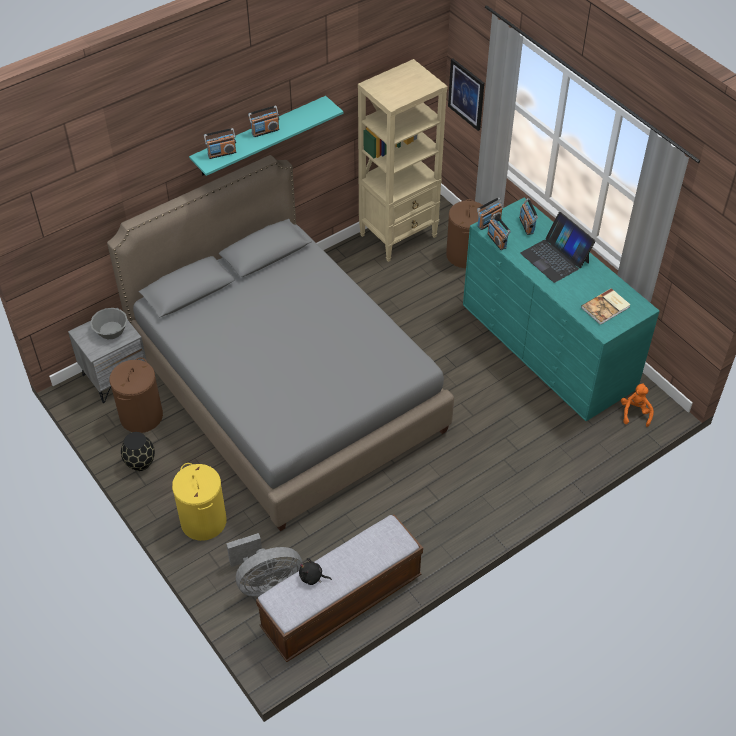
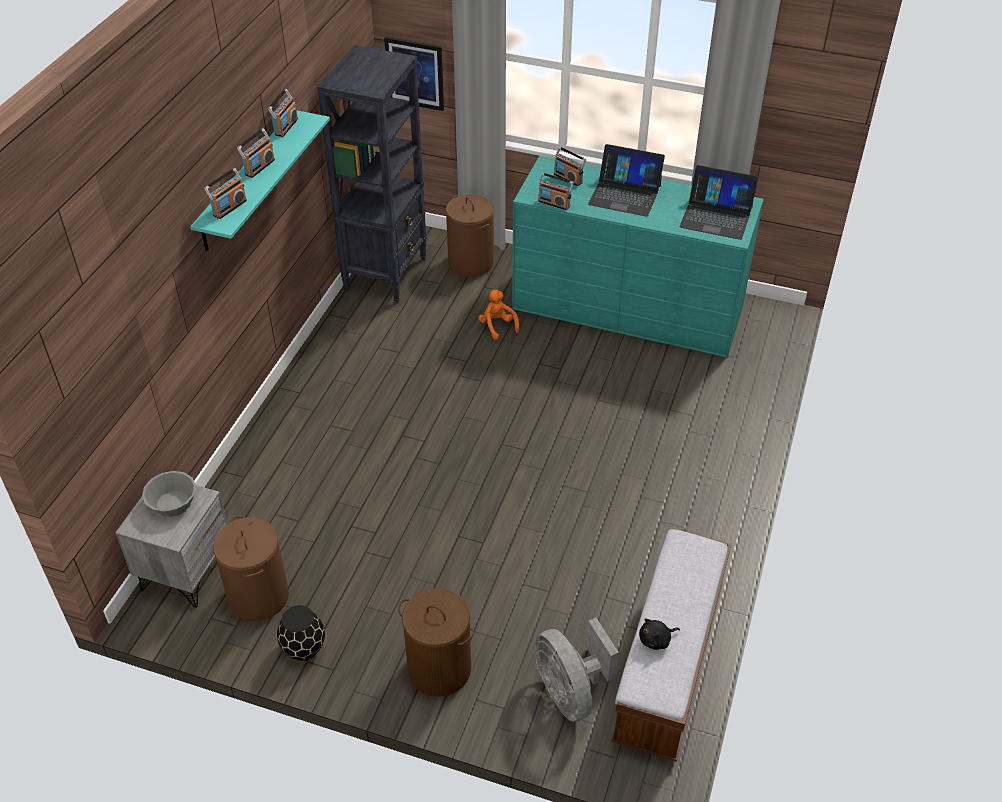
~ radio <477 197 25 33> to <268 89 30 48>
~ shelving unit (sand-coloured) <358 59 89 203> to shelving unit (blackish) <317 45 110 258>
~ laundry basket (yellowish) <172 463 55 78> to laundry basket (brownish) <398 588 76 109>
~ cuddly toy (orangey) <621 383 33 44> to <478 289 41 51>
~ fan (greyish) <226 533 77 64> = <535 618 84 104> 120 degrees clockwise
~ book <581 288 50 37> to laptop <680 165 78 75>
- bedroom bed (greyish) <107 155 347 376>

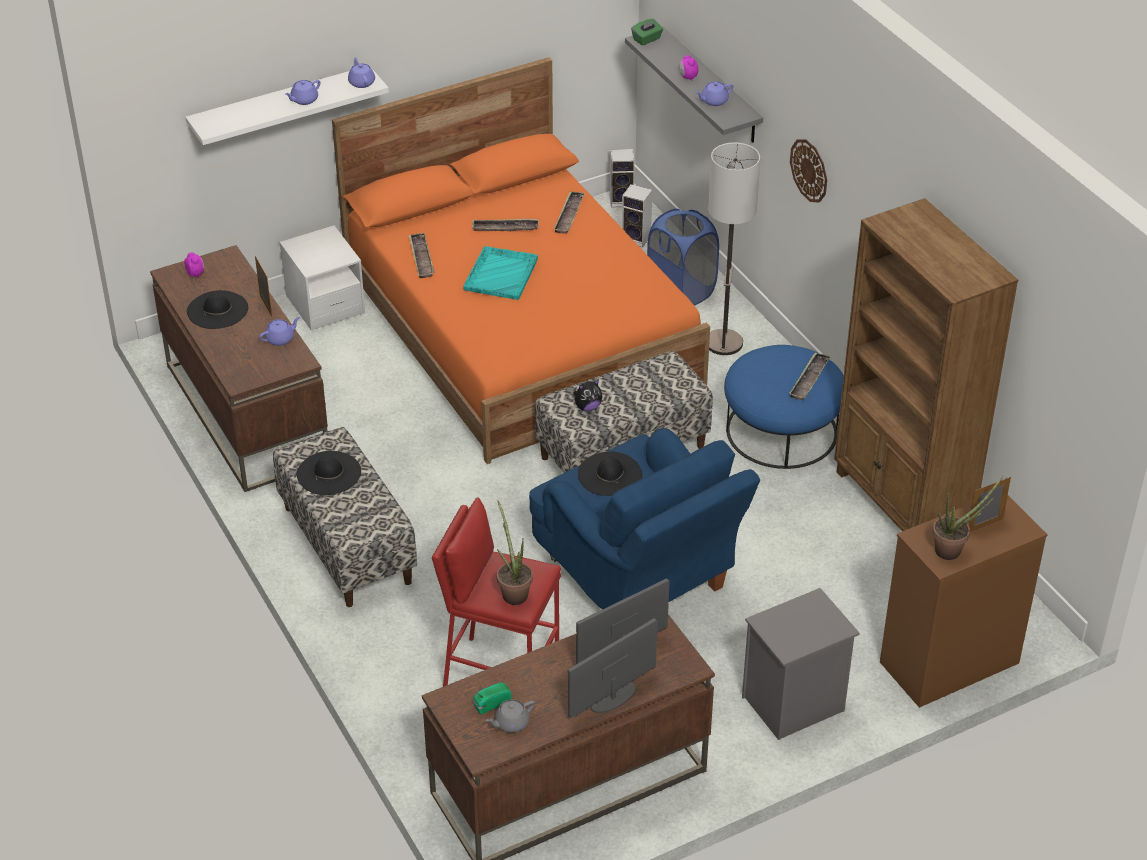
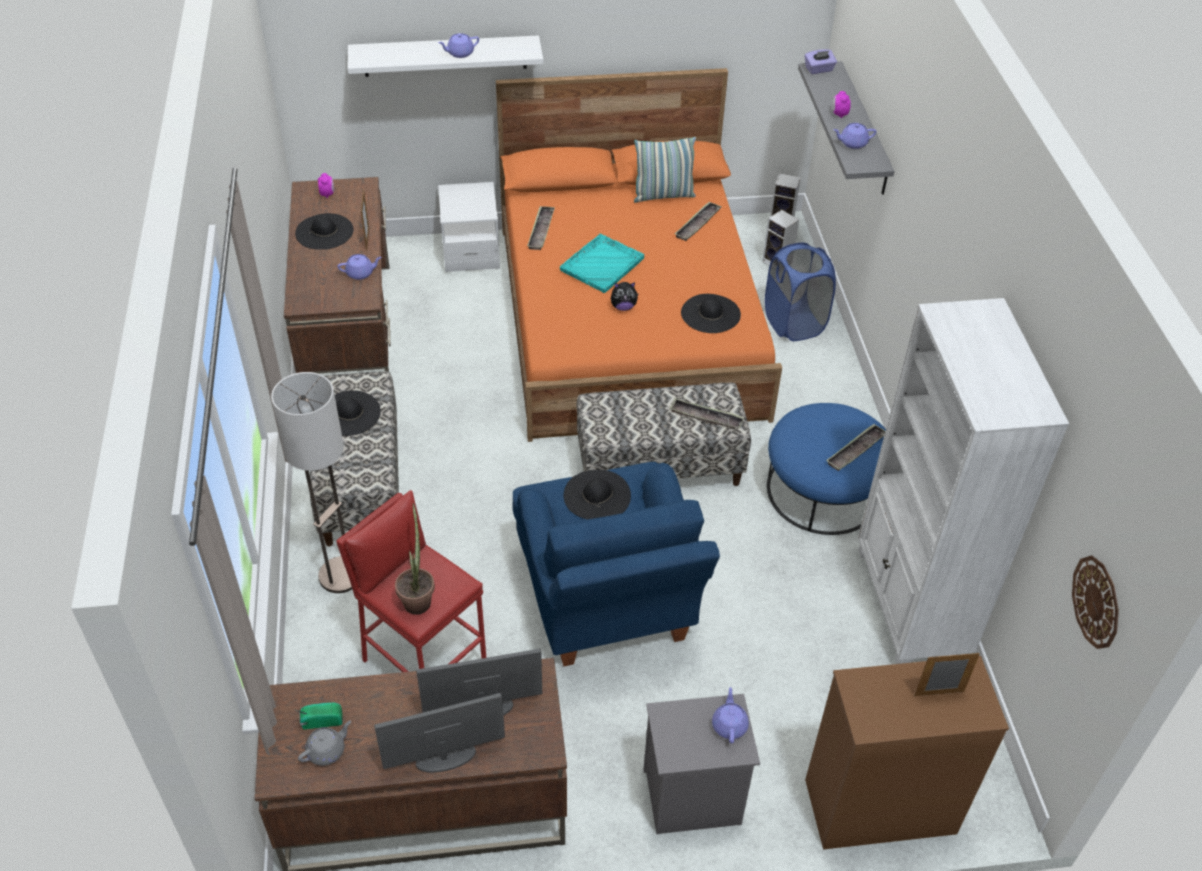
~ floor lamp <708 142 52 213> to <271 372 81 221>
~ tea pot (greyish) <486 699 49 34> = <298 721 53 45> 150 degrees clockwise
~ cuddly toy <574 379 28 32> to <611 282 28 29>
+ throw pillow <634 137 62 66>
~ serving tray <472 219 67 12> to <669 398 75 31>
+ wearable hat (blackish) <681 294 60 39>
~ tea pot (purple) <348 57 27 31> to <712 687 37 56>
~ tissue box (greenish) <631 19 32 26> to tissue box (purple) <805 49 32 25>
~ shelving unit (brownish) <834 198 184 333> to shelving unit (white-coloured) <858 298 211 366>
~ hanging clock <790 139 37 63> to <1072 556 47 93>
- houseplant <932 476 71 84>

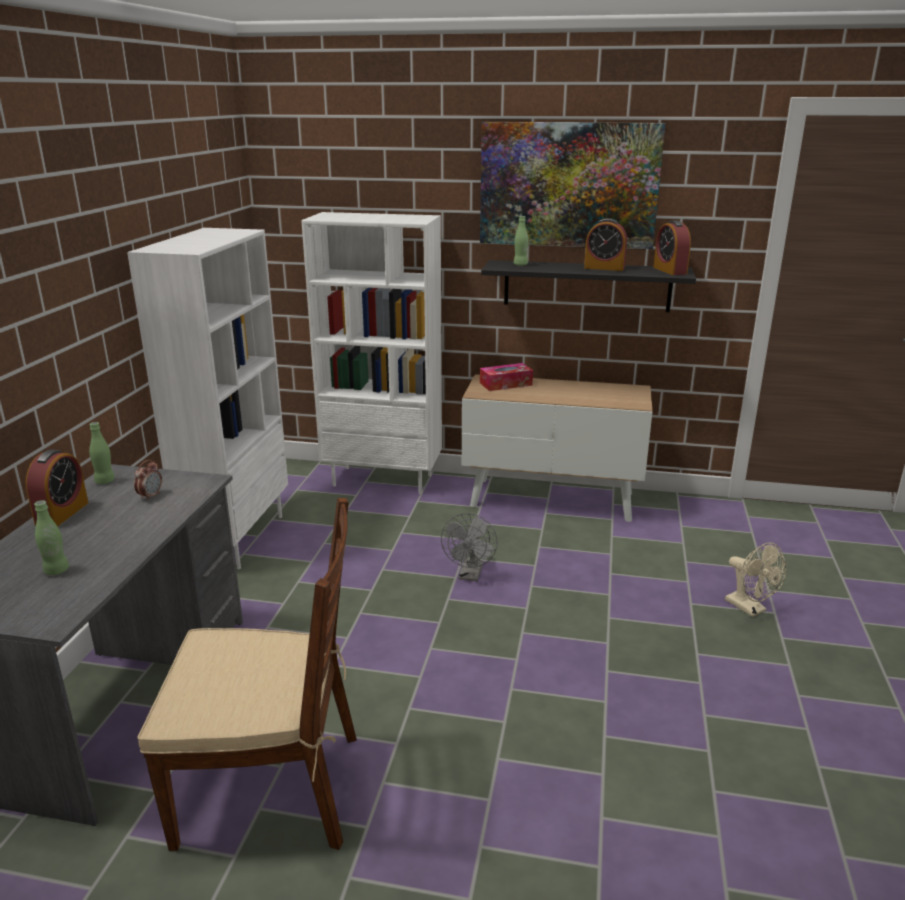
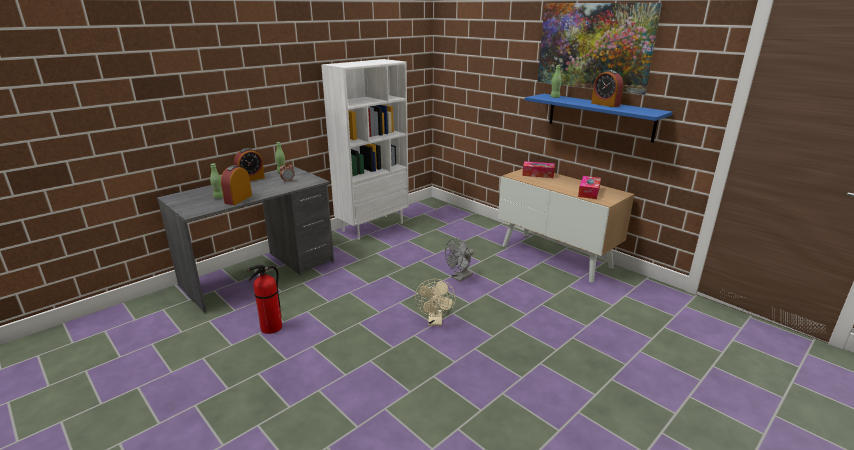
~ table clock <653 220 38 55> to <221 165 31 40>
~ plain chair (brownish) <137 498 220 353> to extinguisher <247 265 35 69>
~ fan (sand-coloured) <725 543 61 74> to <415 279 41 47>
~ wall shelf (blackish) <481 260 215 52> to wall shelf (blue) <525 94 148 49>
+ tissue box <578 176 23 23>
- shelving unit (white-coloured) <301 212 141 282>

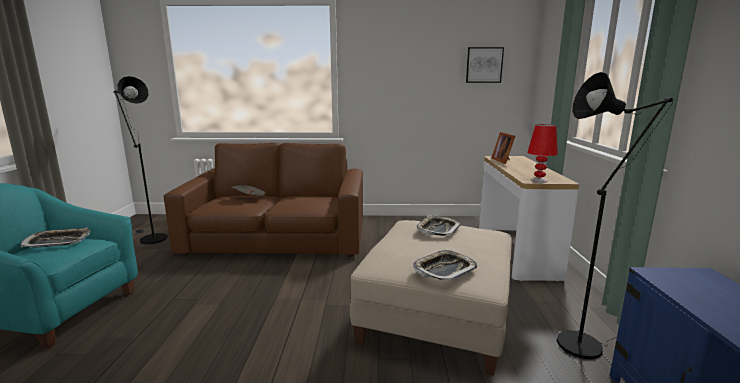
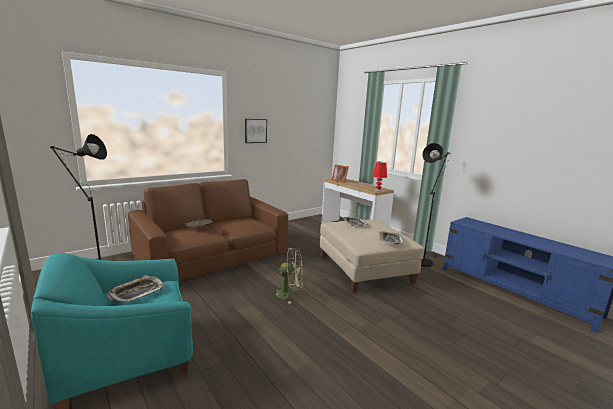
~ picture <466 47 38 36> to <245 119 22 24>
+ fan (greenish) <271 248 32 56>

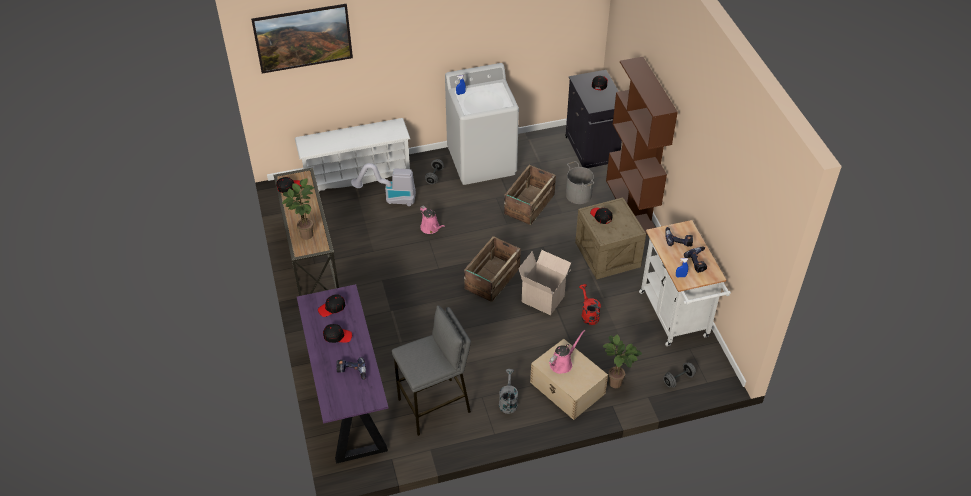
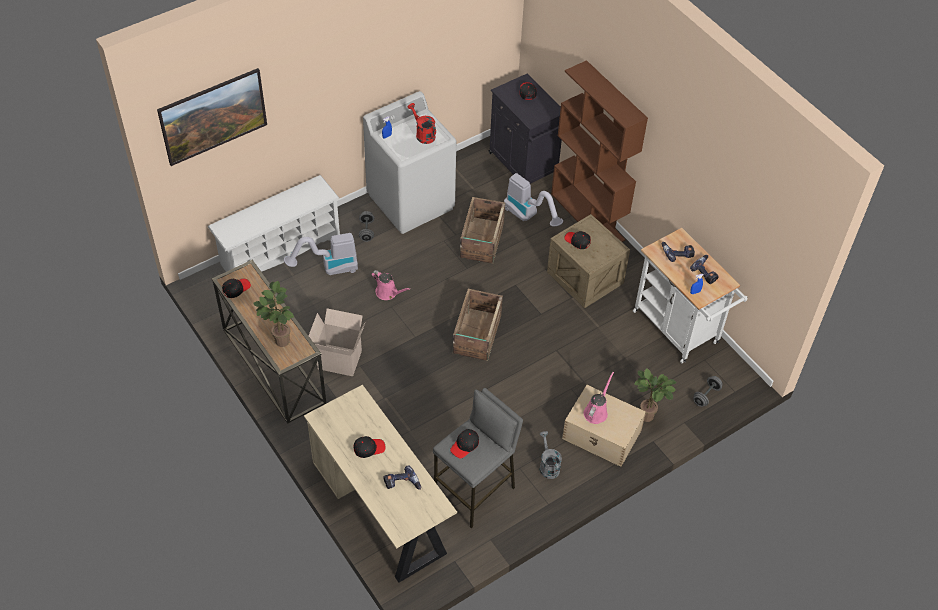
~ desk table (purple) <297 284 92 180> to desk table (sand-coloured) <304 385 153 198>
~ carton <518 250 54 65> to <309 308 56 68>
~ sprinkling can (red) <579 284 22 41> to <407 103 29 41>
~ cap (blackish) <318 294 27 23> to <450 429 29 29>
~ pail (greyish) <566 161 28 43> to vacuum cleaner <504 173 59 53>

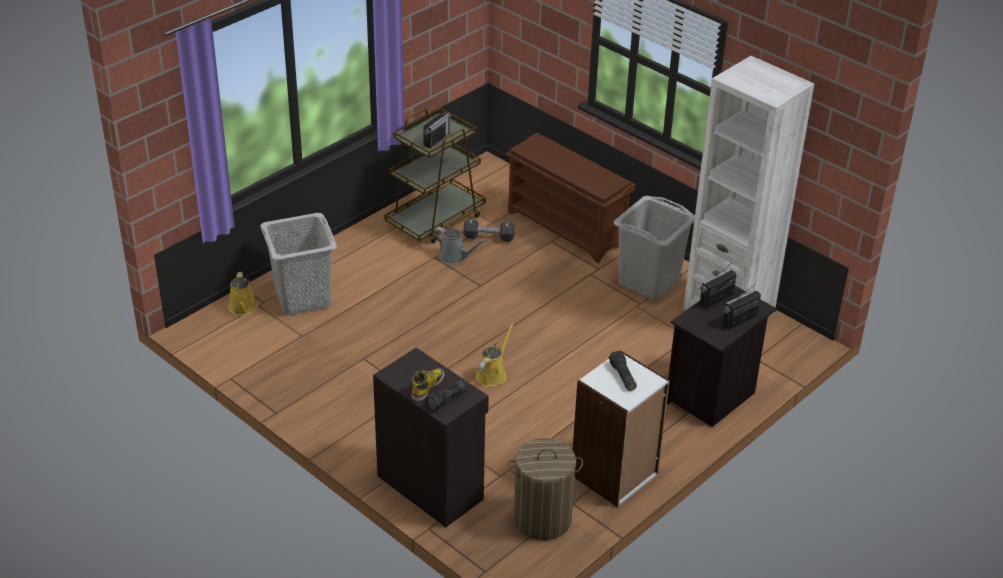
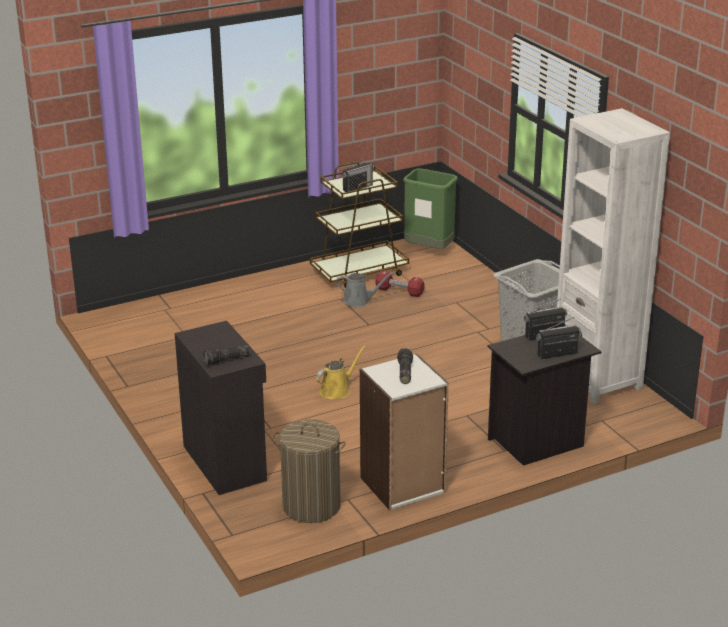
~ sprinkling can (greyish) <433 227 54 38> = <336 272 58 35> 45 degrees counterclockwise
~ hand weight (blackish) <463 219 52 23> to hand weight (red) <376 270 48 27>
+ trash can (greenish) <403 169 55 80>
- sprinkling can (yellowish) <228 272 30 43>
- laundry basket (greyish) <260 213 77 102>
- high-top boot <411 368 33 33>
- shoe shelf (brownish) <506 133 130 130>

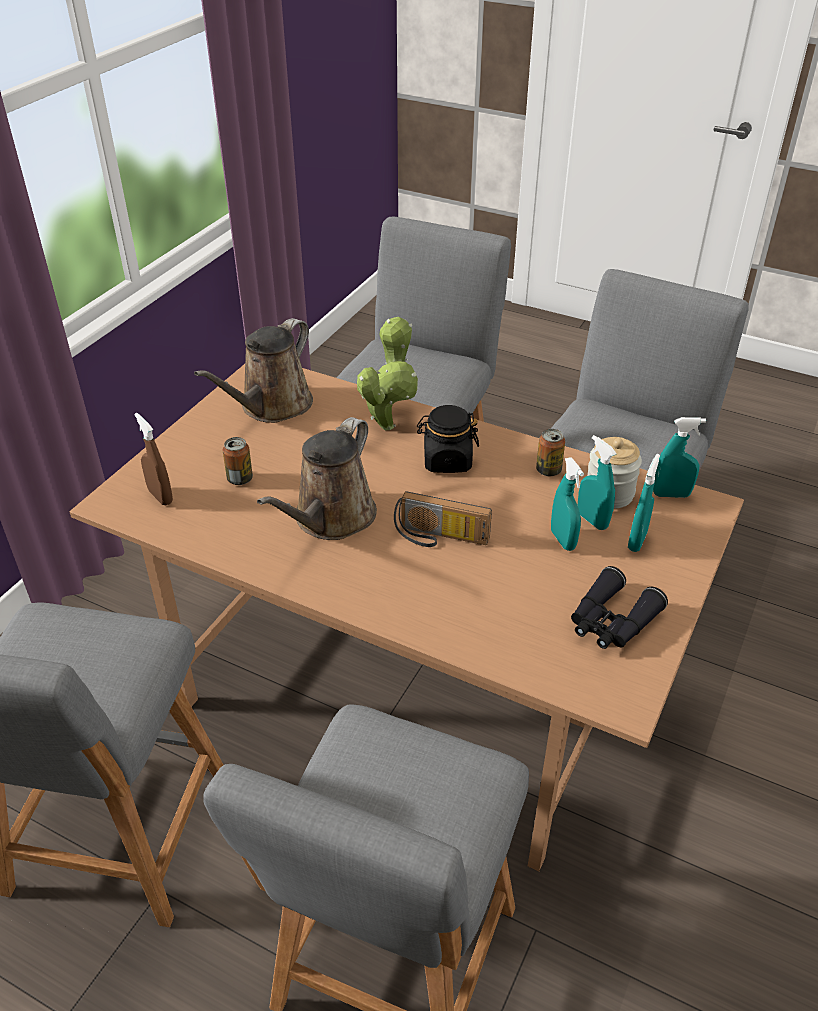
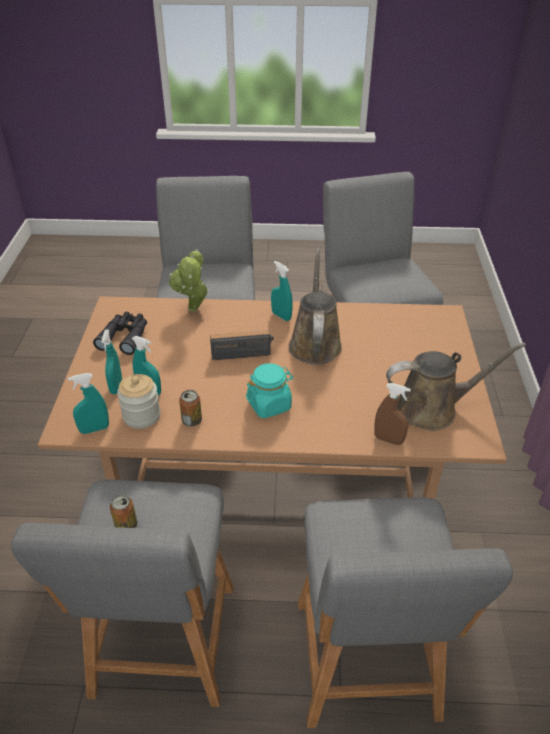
~ metal can <223 437 30 48> to <110 494 27 34>
~ houseplant <357 317 61 113> to <169 249 41 63>
~ jar (blackish) <417 405 62 68> to jar (blue-green) <246 363 48 55>
~ hand sprayer (blue-green) <551 458 33 93> to <271 261 22 60>
~ hand sprayer (brownish) <134 413 39 92> to <374 383 37 62>
~ sprinkling can (brownish) <194 318 119 105> = <386 343 140 88> 75 degrees clockwise

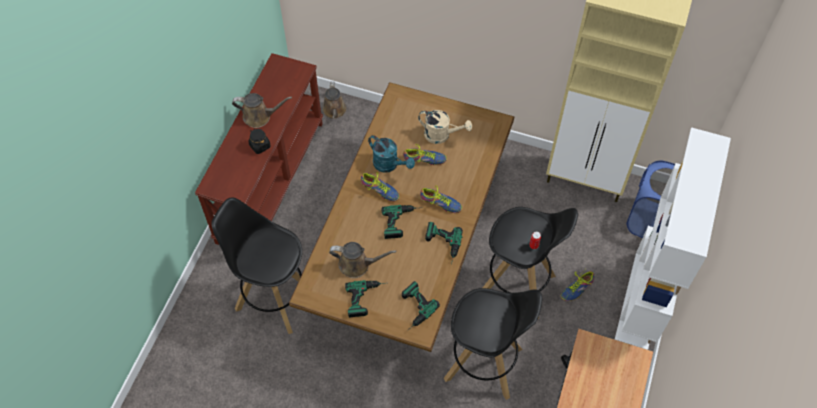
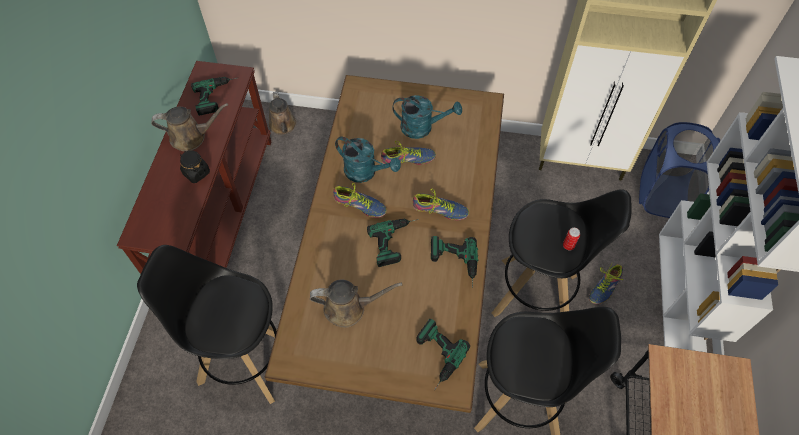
~ electric drill <345 280 40 38> to <191 77 45 39>
~ sprinkling can (sand-coloured) <418 110 54 34> to sprinkling can (blue-green) <392 95 70 44>

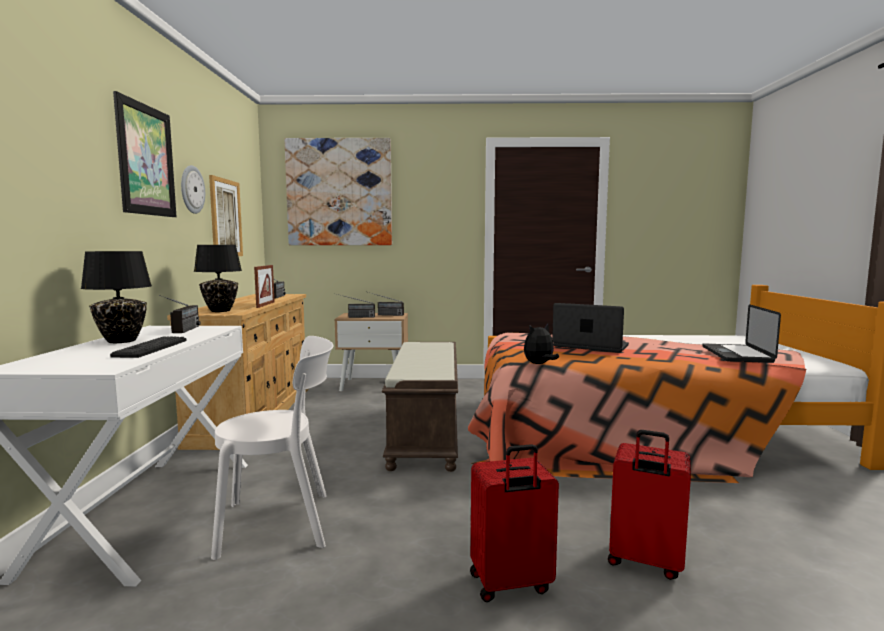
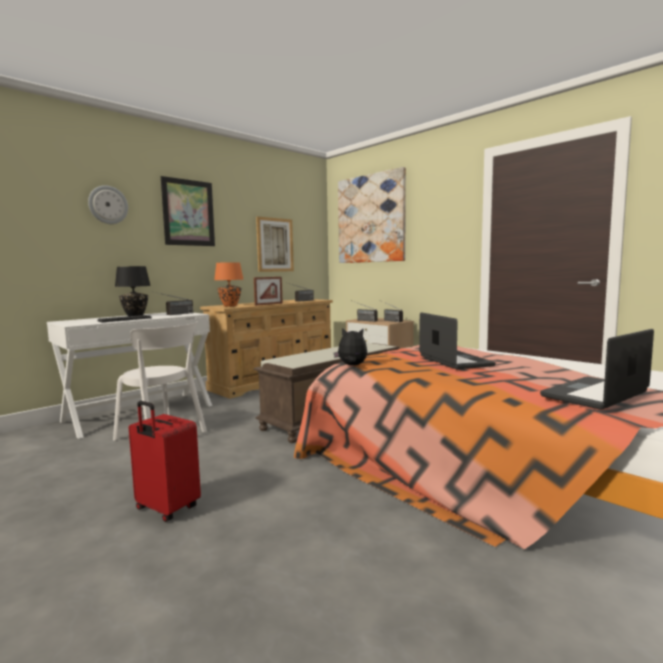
~ hanging clock <181 165 24 49> to <88 185 40 39>
~ lamp for a table (blackish) <194 245 48 67> to lamp for a table (orangey) <214 262 30 45>
- piece of luggage (red) <608 430 83 150>

